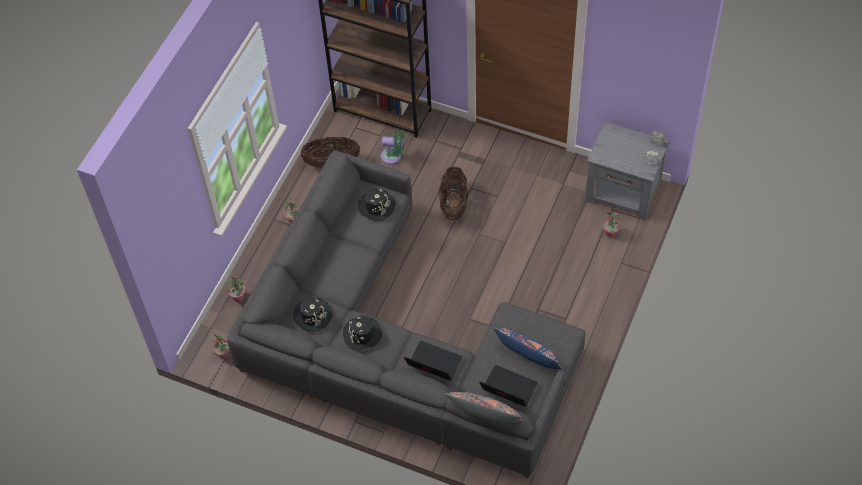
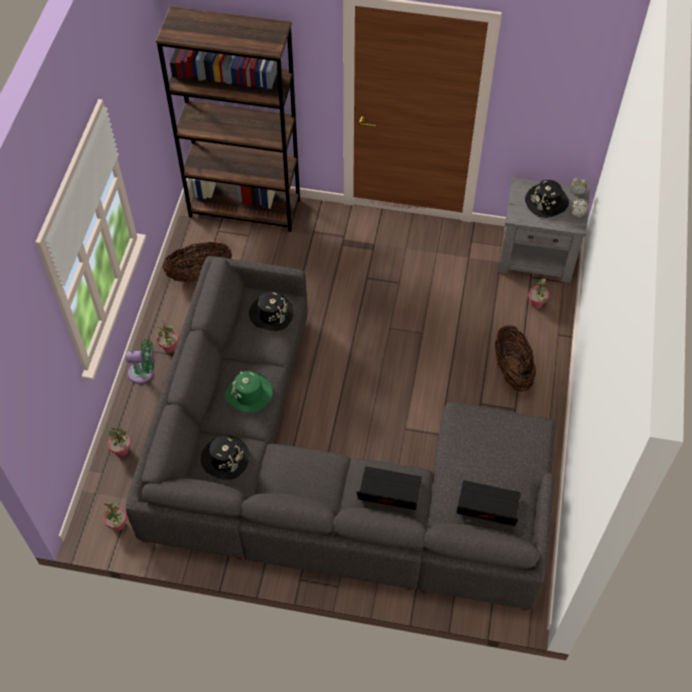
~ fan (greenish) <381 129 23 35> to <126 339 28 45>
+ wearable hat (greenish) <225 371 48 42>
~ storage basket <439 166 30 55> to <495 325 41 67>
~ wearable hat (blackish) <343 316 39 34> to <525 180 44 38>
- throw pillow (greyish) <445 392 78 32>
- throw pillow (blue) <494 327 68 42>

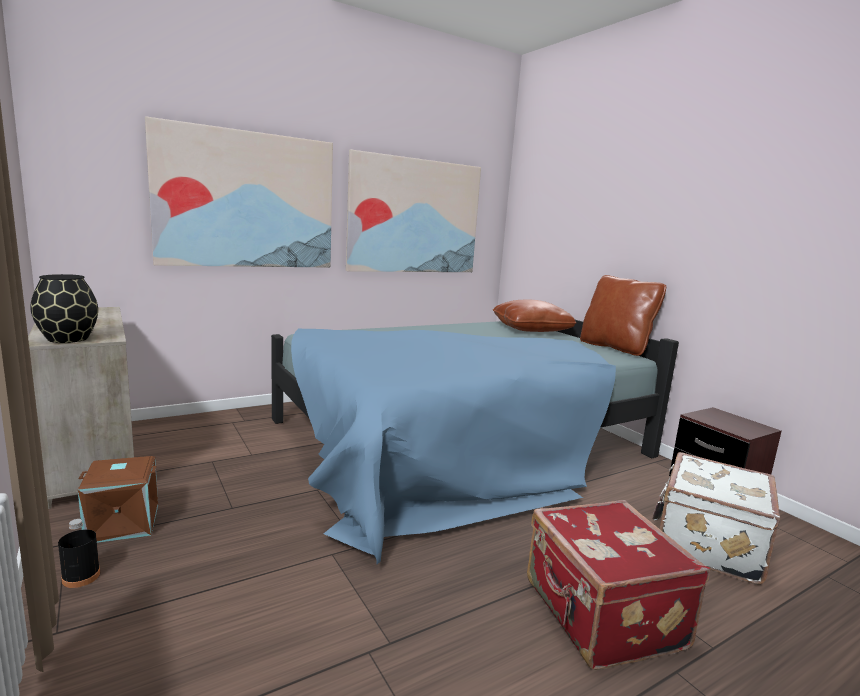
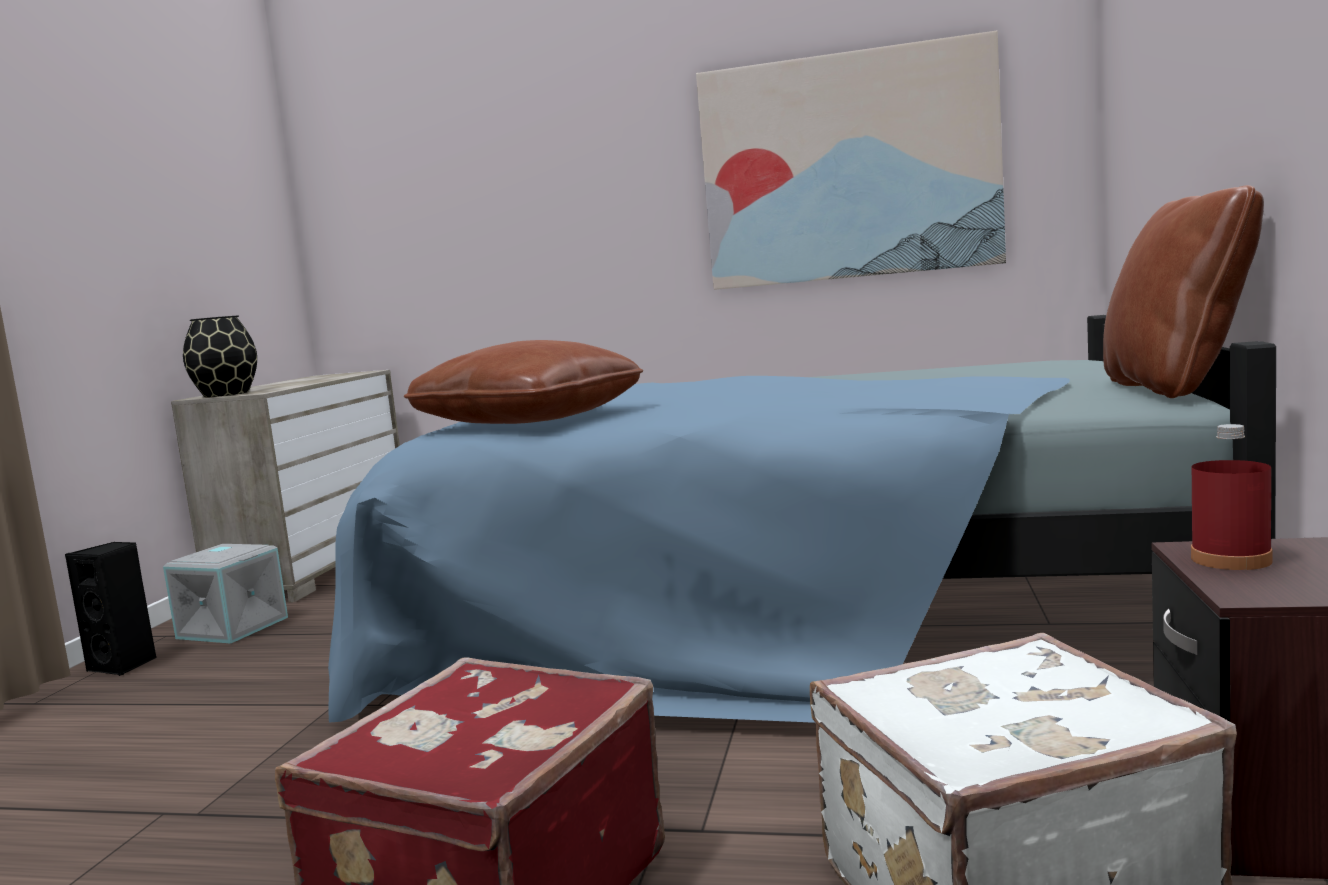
~ drink bottle (blackish) <58 519 42 69> to loudspeaker (blackish) <65 542 91 134>
~ storage box (brownish) <78 456 80 87> to storage box (greyish) <163 544 125 100>
~ throw pillow (brownish) <493 299 83 33> to <404 340 239 84>
+ drink bottle (red) <1191 424 82 146>
- picture <145 116 188 152>

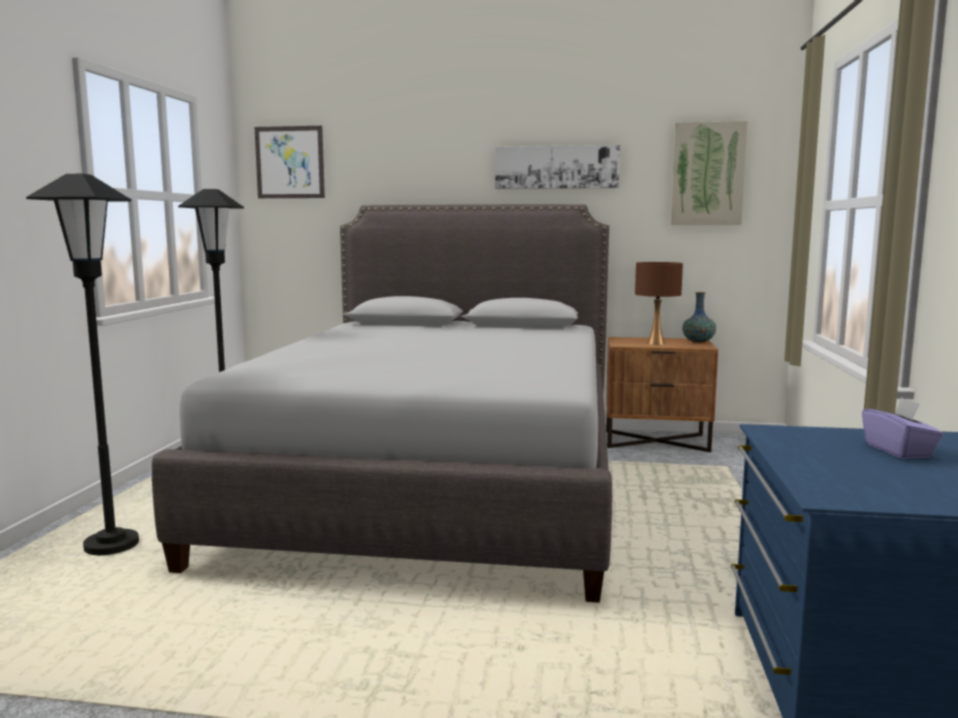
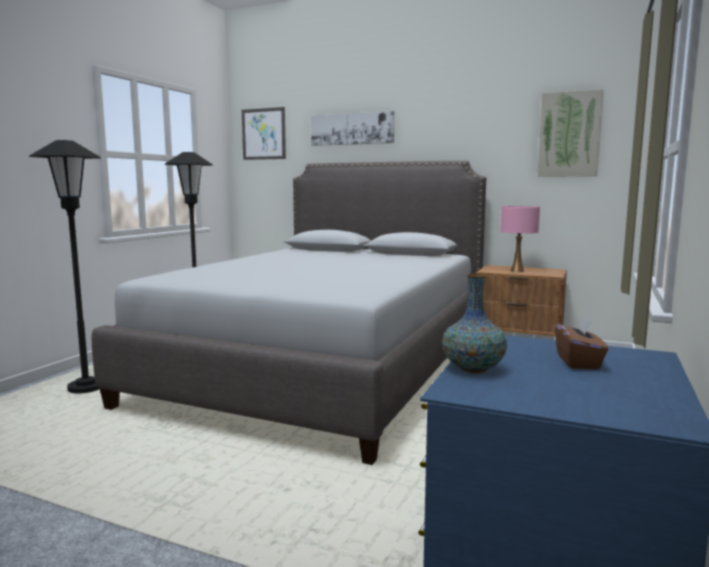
~ picture <495 145 125 44> to <311 111 83 35>
~ flower vase <682 292 34 51> to <442 274 65 99>
~ lamp for a table (brownish) <635 262 48 83> to lamp for a table (pink-coloured) <501 206 39 66>
~ tissue box (purple) <862 397 81 62> to tissue box (brownish) <555 316 53 53>

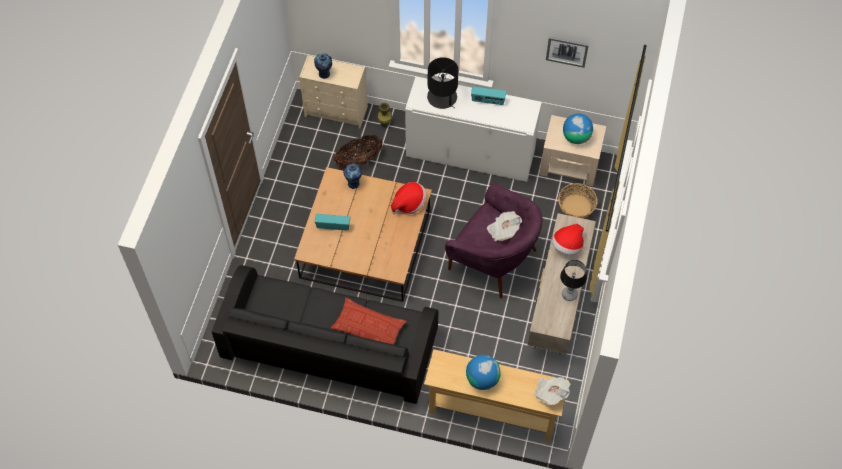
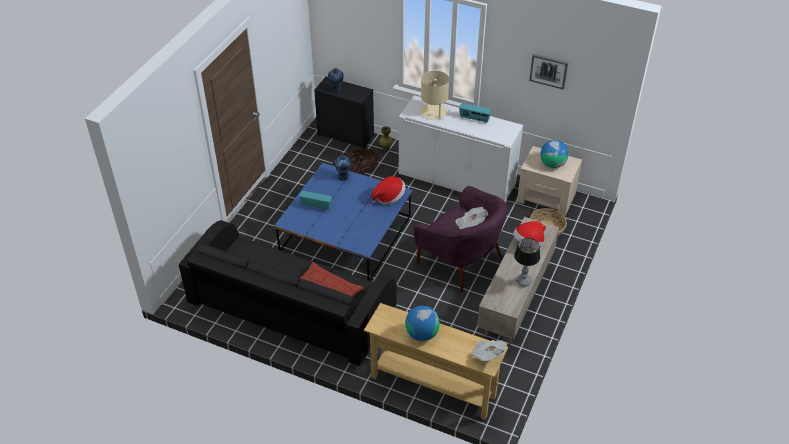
~ lounge table (brownish) <294 167 138 135> to lounge table (blue) <274 163 139 118>
~ chest of drawers (sand-coloured) <299 55 69 73> to chest of drawers (blackish) <314 76 60 73>
~ lamp for a table (blackish) <427 57 32 52> to lamp for a table (sand-coloured) <420 71 29 49>

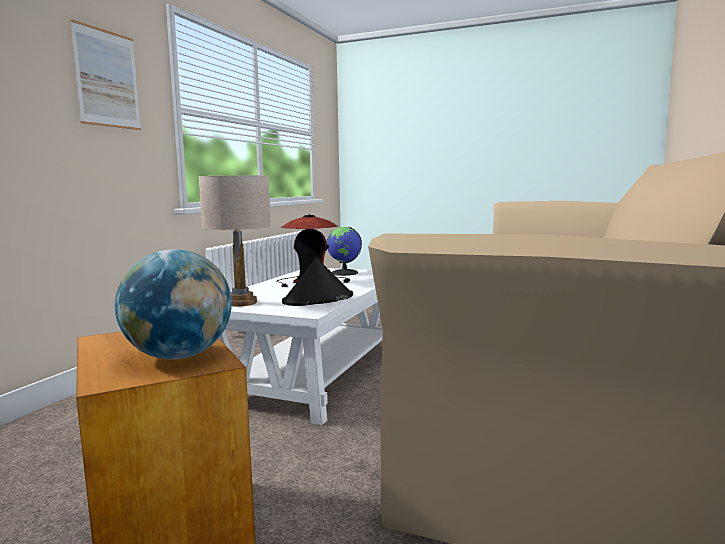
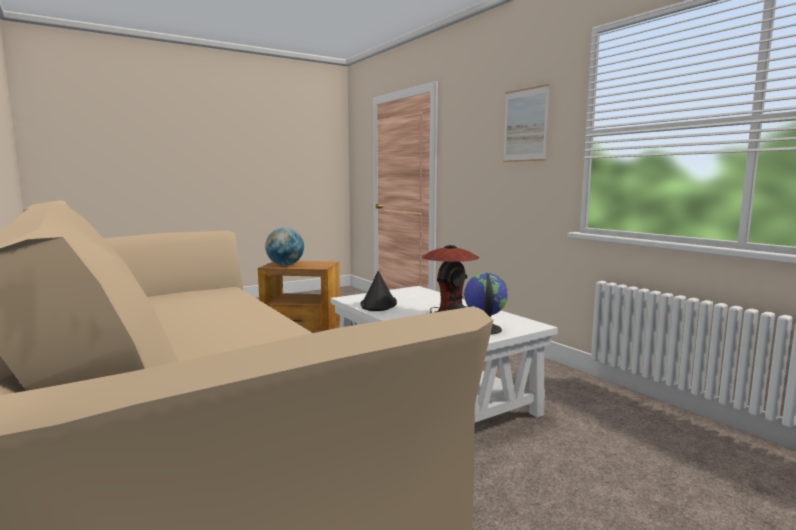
- lamp for a table (sand-coloured) <199 175 72 132>

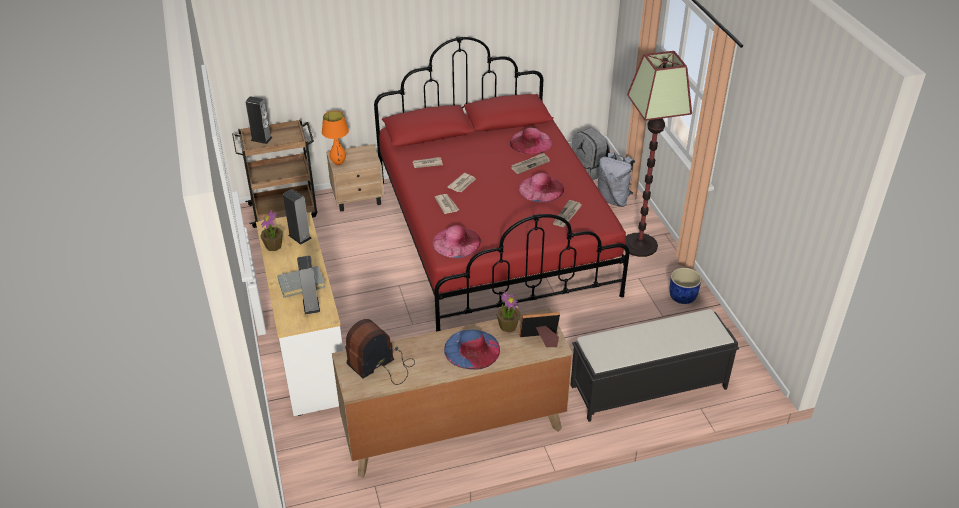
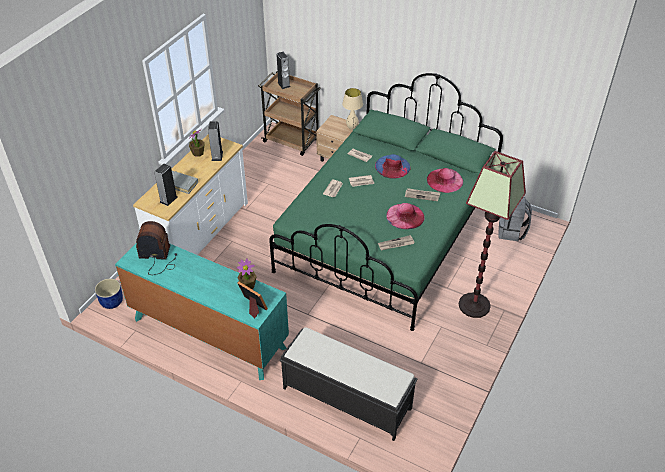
~ flower pot (blue) <669 268 33 36> to <95 278 28 31>
~ chest of drawers (brownish) <332 308 240 170> to chest of drawers (blue-green) <115 243 174 137>
~ bedroom bed (red) <374 37 256 295> to bedroom bed (greenish) <269 73 234 258>
+ lamp for a table (sand-coloured) <342 88 21 42>
~ wearable hat (blue) <444 330 56 40> to <375 154 36 24>
- lamp for a table (orangey) <322 111 27 54>
- wearable hat (pink-coloured) <433 225 48 33>
- knapsack (greyish) <598 153 37 54>

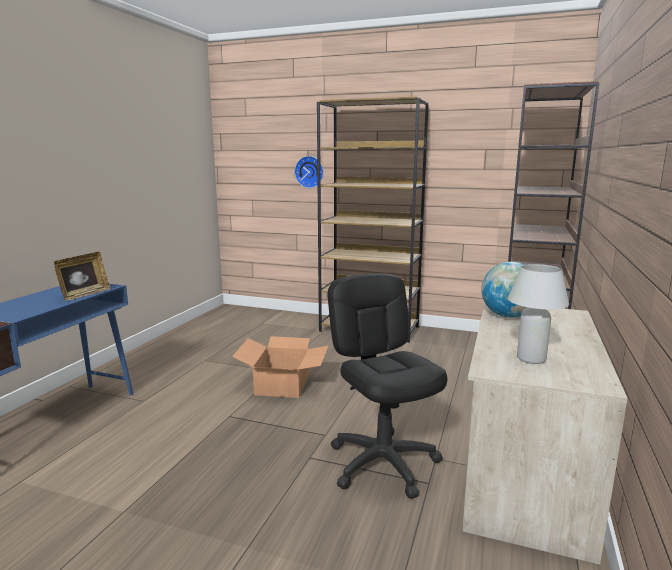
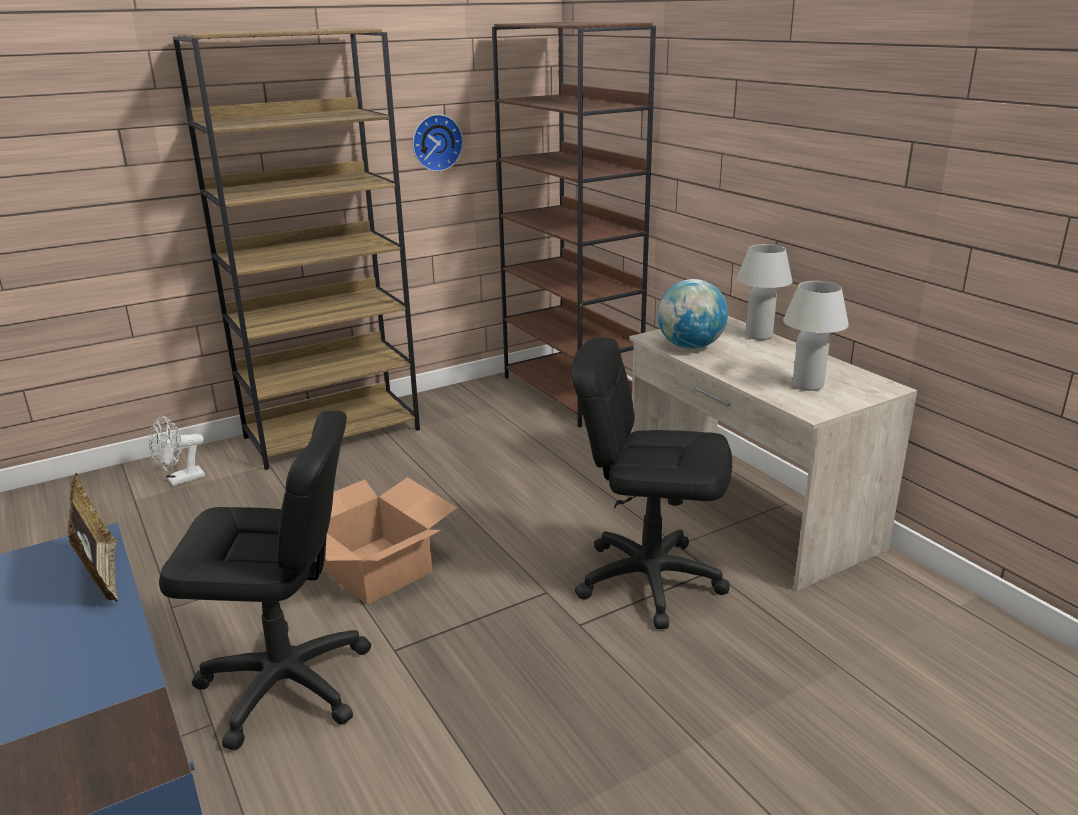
+ fan (white-coloured) <149 415 56 71>
+ office chair (blackish) <159 410 212 340>
~ hanging clock <294 156 30 32> to <413 114 50 58>
+ lamp for a table (white-coloured) <737 244 56 96>

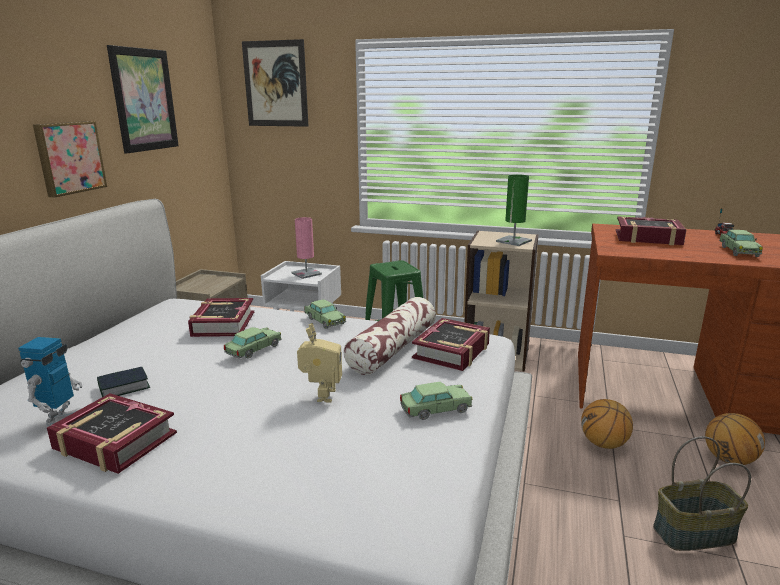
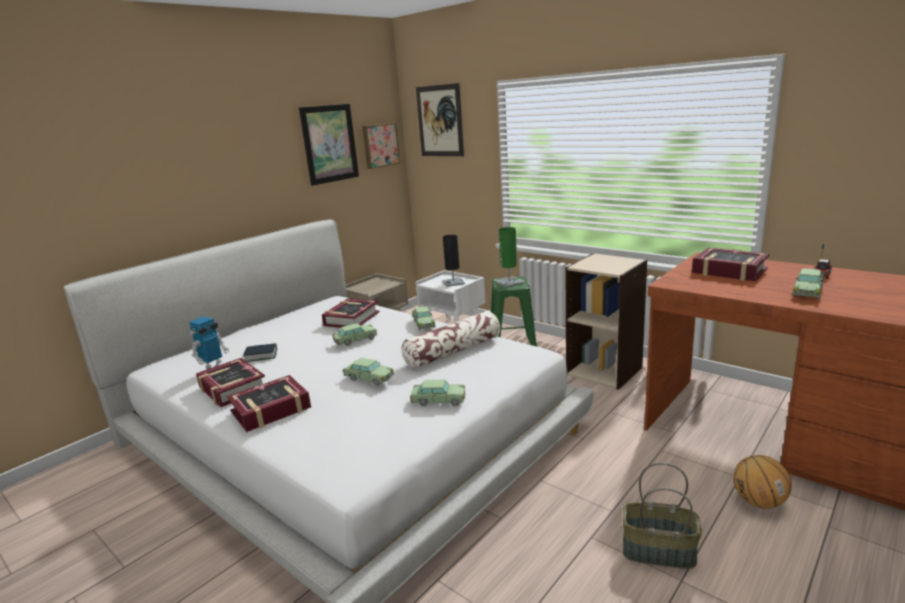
~ book <412 318 78 53> to <227 375 84 57>
~ model robot <297 323 45 80> to model car <343 358 51 28>
~ picture <33 121 74 76> to <362 123 38 46>
~ lamp for a table (pink-coloured) <291 217 31 62> to lamp for a table (blackish) <442 235 23 52>
~ lamp for a table (greenish) <496 175 36 71> to <495 227 30 61>
- basketball ball <581 399 52 50>

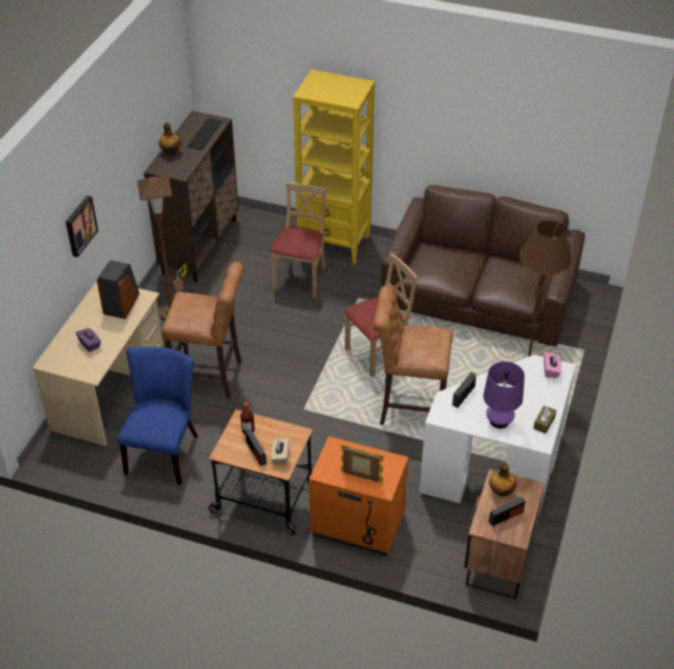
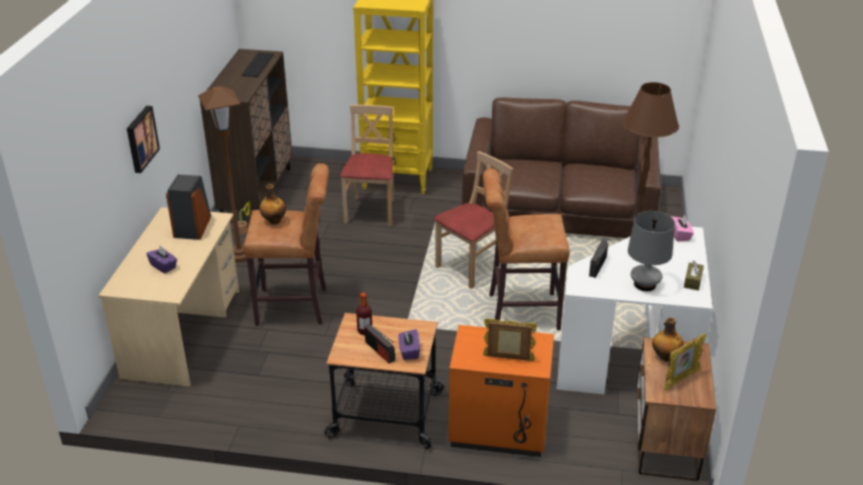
~ drink bottle <159 123 22 33> to <260 184 26 40>
~ tissue box (sand-coloured) <271 438 19 27> to tissue box (purple) <398 329 22 31>
~ lamp for a table (purple) <483 361 42 68> to lamp for a table (greyish) <628 211 47 80>
~ radio <489 495 37 32> to photo frame <664 334 42 57>
- plain chair (blue) <117 347 81 138>

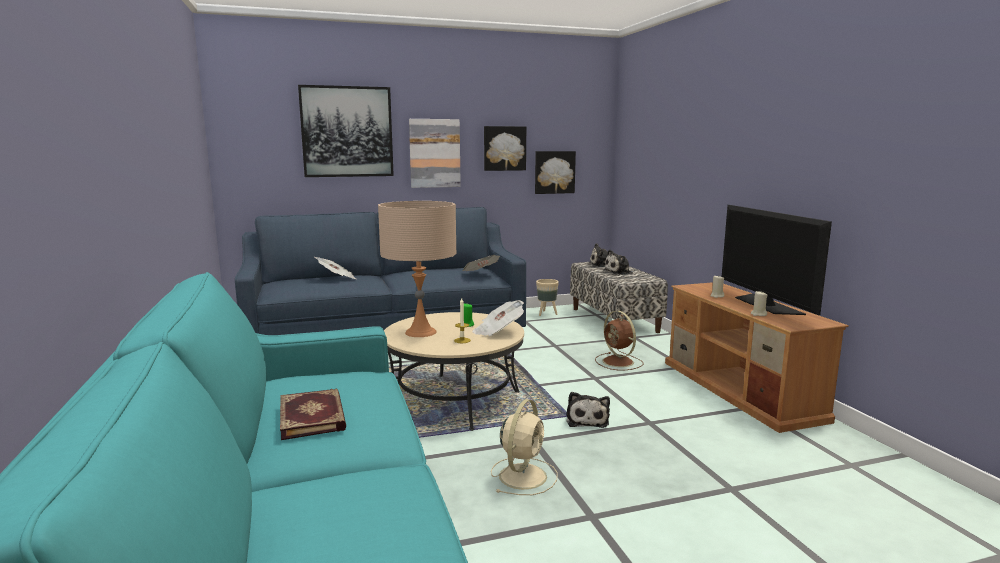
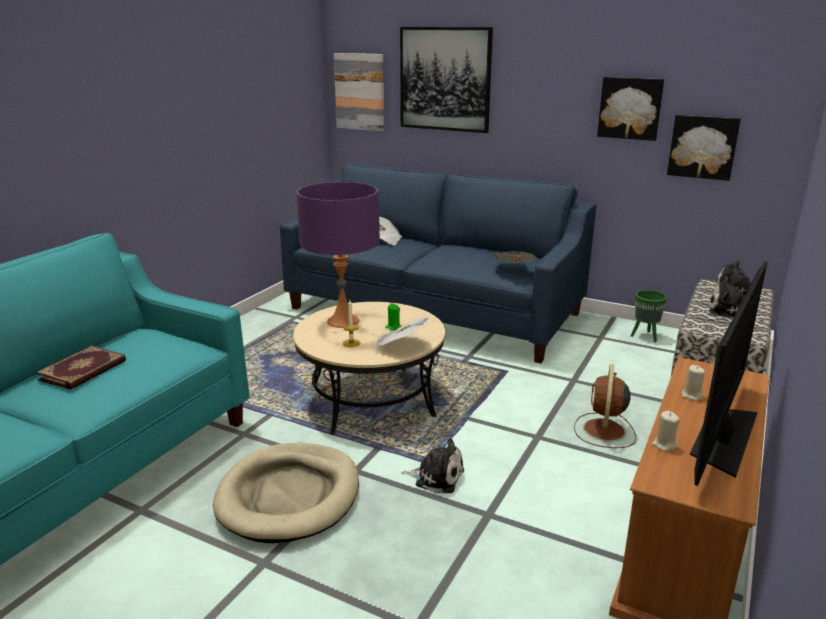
~ fan (sand-coloured) <491 399 67 96> to dog bed (sand-coloured) <213 443 146 100>
~ lamp for a table (sand-coloured) <378 201 78 136> to lamp for a table (purple) <296 182 84 146>
~ picture <409 119 52 69> to <334 53 50 79>
~ cuddly toy <566 392 44 36> = <402 438 62 55> 120 degrees counterclockwise
~ flower pot (sand-coloured) <536 279 23 37> to flower pot (greenish) <631 290 36 52>

